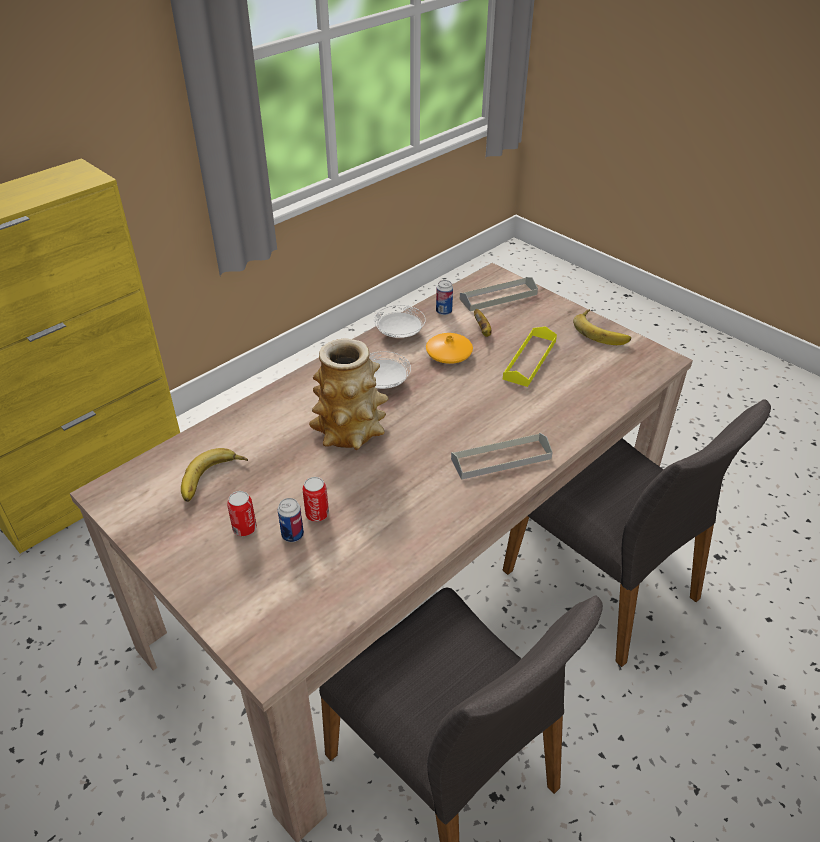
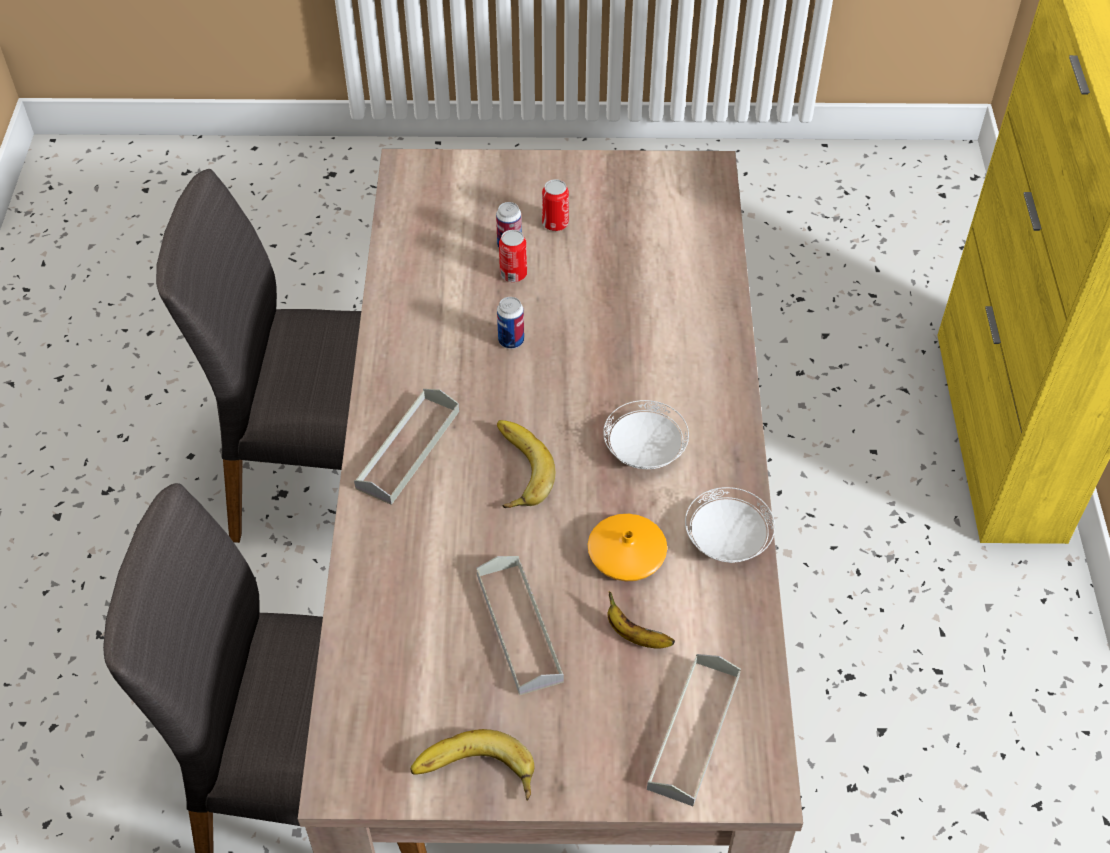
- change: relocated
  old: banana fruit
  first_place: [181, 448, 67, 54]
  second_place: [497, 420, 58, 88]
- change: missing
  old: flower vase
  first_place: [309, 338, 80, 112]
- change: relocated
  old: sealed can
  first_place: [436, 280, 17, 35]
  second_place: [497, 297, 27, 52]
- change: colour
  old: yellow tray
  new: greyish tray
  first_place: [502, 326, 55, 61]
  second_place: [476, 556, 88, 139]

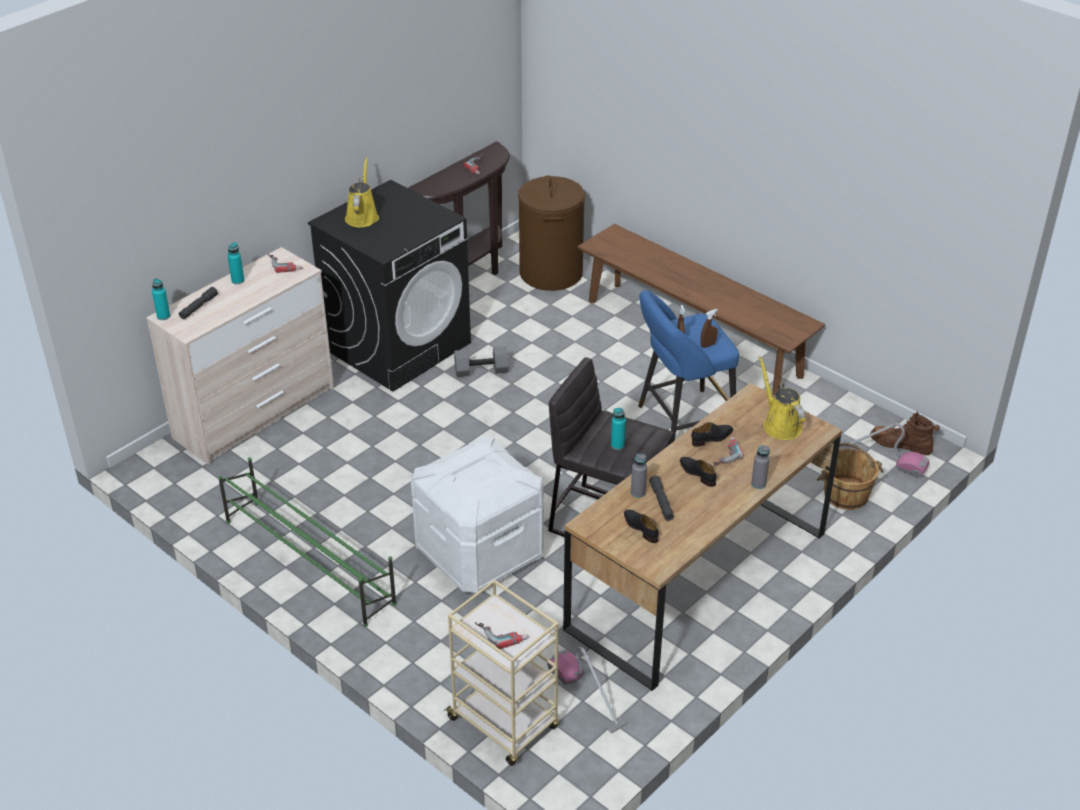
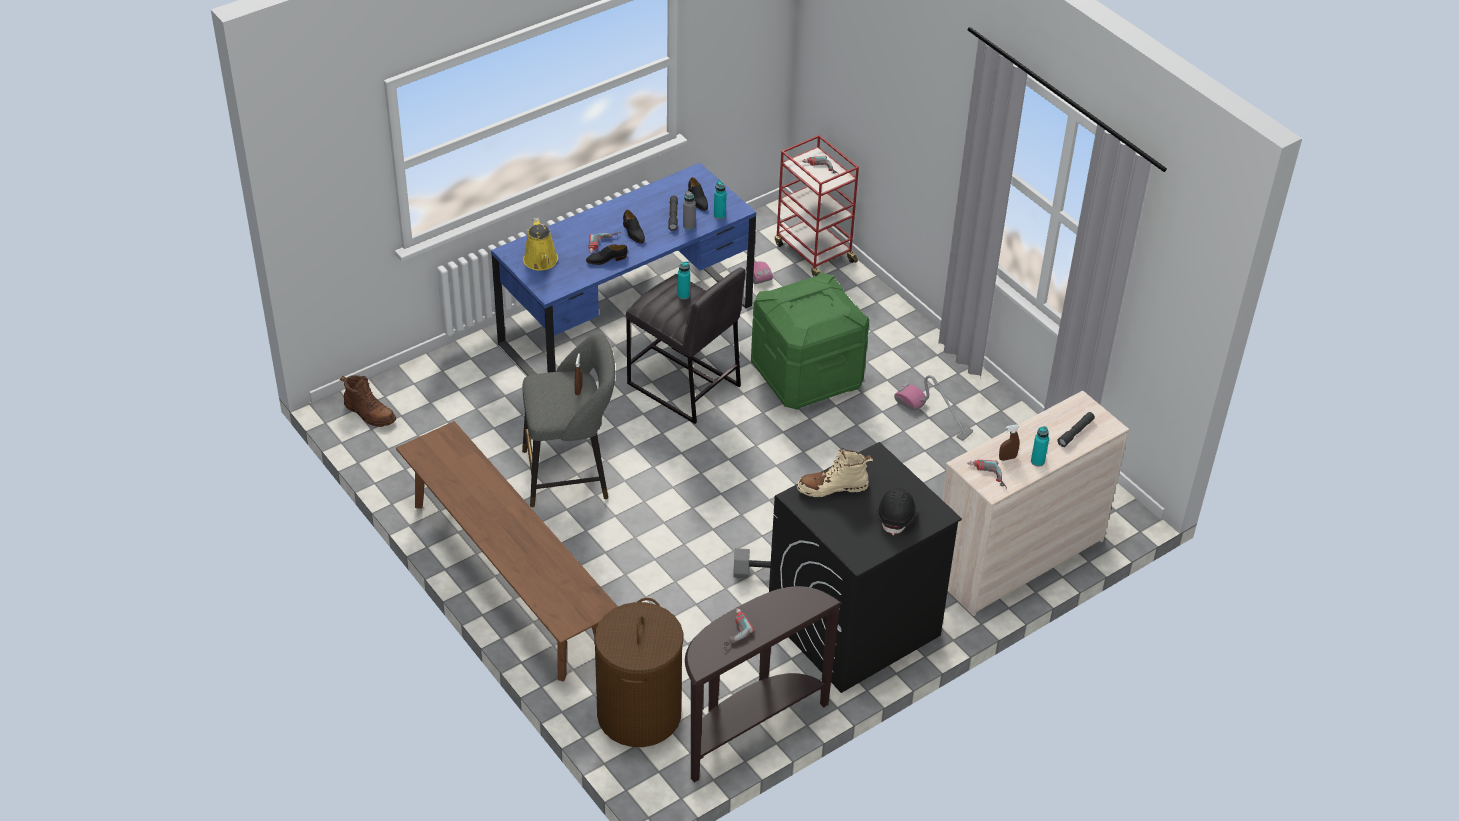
- change: relocated
  old: blue-green bottle
  first_place: [152, 278, 18, 42]
  second_place: [714, 180, 13, 39]
- change: missing
  old: green-coloured shoe shelf
  first_place: [218, 457, 179, 170]
- change: exchanged
  old: yellow sprinkling can
  new: blackish safety helmet
  first_place: [345, 156, 34, 71]
  second_place: [877, 488, 40, 47]
- change: colour
  old: white-coloured storage container
  new: green-coloured storage container
  first_place: [411, 436, 133, 157]
  second_place: [751, 272, 118, 138]
- change: colour
  old: beige trolley
  new: red-coloured trolley
  first_place: [444, 580, 116, 186]
  second_place: [775, 135, 84, 142]
- change: colour
  old: brown desk
  new: blue desk
  first_place: [563, 383, 279, 308]
  second_place: [491, 163, 265, 213]
- change: colour
  old: blue sitting stool
  new: greyish sitting stool
  first_place: [638, 290, 101, 152]
  second_place: [522, 334, 93, 173]
- change: relocated
  old: brown sprayer
  first_place: [701, 309, 17, 39]
  second_place: [999, 425, 21, 36]
- change: missing
  old: greyish bottle
  first_place: [751, 445, 19, 44]
- change: missing
  old: brown bucket
  first_place: [817, 443, 67, 67]
- change: relocated
  old: vacuum
  first_place: [839, 423, 91, 55]
  second_place: [894, 375, 79, 66]
- change: appeared
  new: beige boot
  second_place: [797, 448, 76, 49]

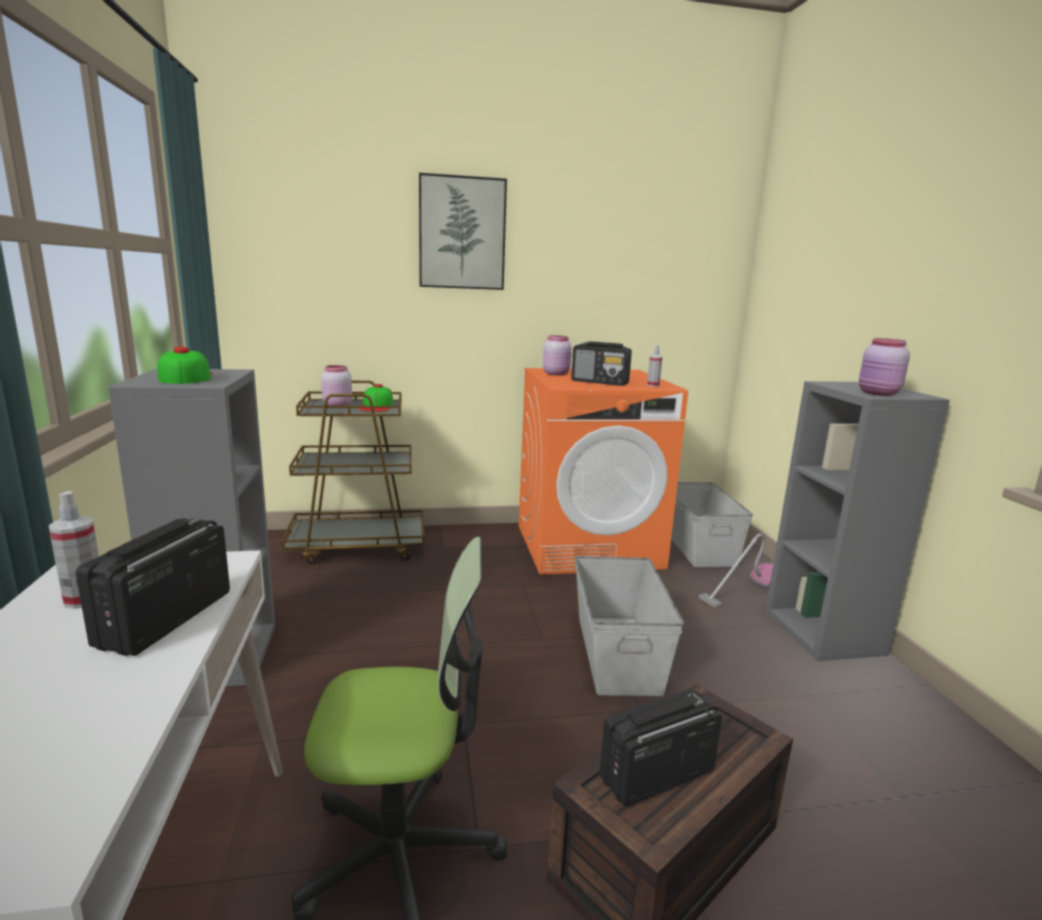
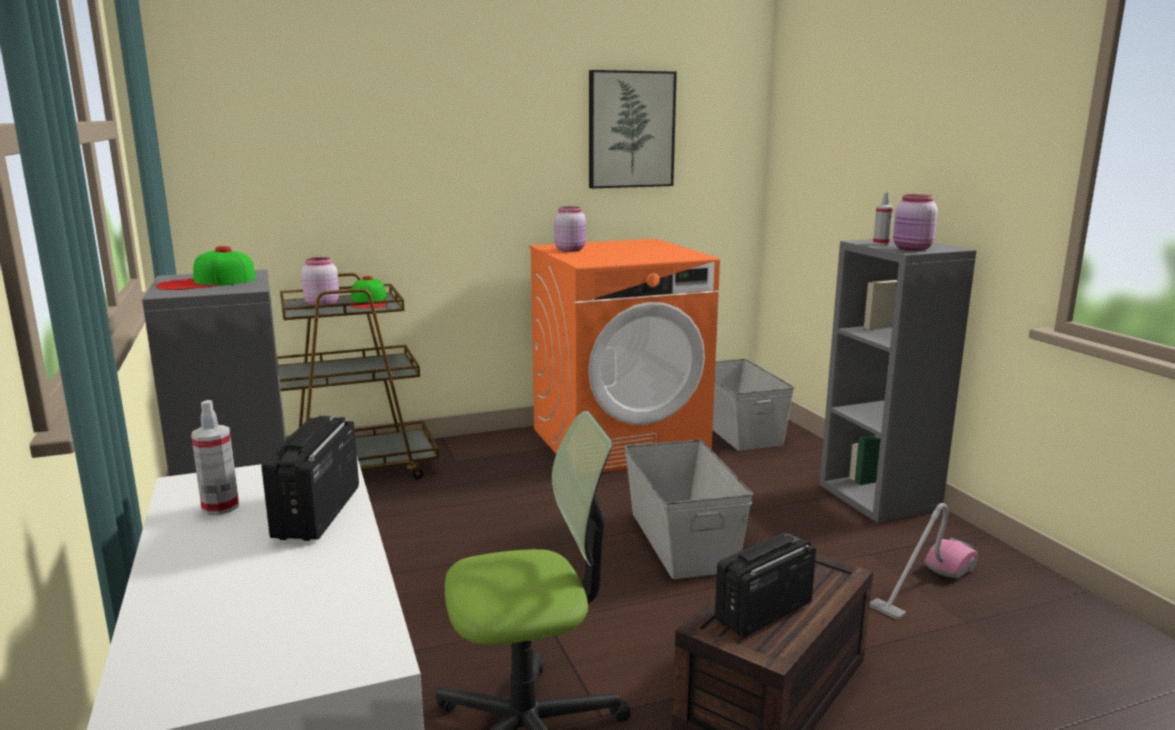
- change: spun
  old: baseball cap
  first_place: [158, 347, 54, 37]
  second_place: [156, 246, 100, 44]
  degrees: -90
- change: relocated
  old: picture
  first_place: [419, 173, 88, 117]
  second_place: [589, 70, 88, 118]
- change: missing
  old: radio set
  first_place: [571, 341, 61, 45]
- change: relocated
  old: sprayer
  first_place: [647, 345, 15, 42]
  second_place: [873, 192, 20, 53]
- change: relocated
  old: vacuum
  first_place: [699, 534, 74, 73]
  second_place: [870, 503, 108, 116]

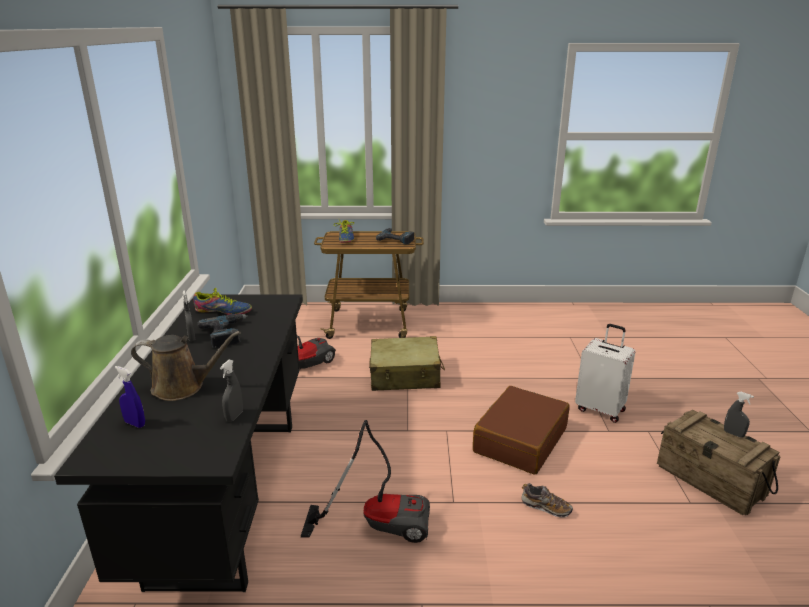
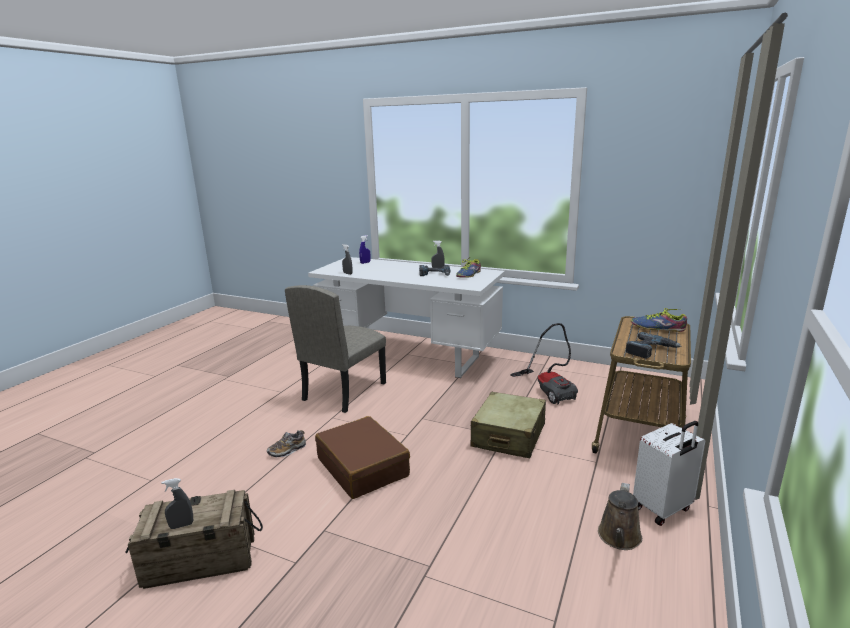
- change: colour
  old: blackish desk
  new: white-coloured desk
  first_place: [54, 294, 249, 298]
  second_place: [308, 257, 197, 121]
- change: relocated
  old: brown sprinkling can
  first_place: [131, 331, 110, 70]
  second_place: [598, 483, 44, 67]
- change: exchanged
  old: vacuum
  new: beige upright chair
  first_place: [301, 420, 129, 123]
  second_place: [285, 285, 101, 128]
- change: relocated
  old: white-coloured suitcase
  first_place: [575, 324, 61, 99]
  second_place: [633, 421, 72, 105]

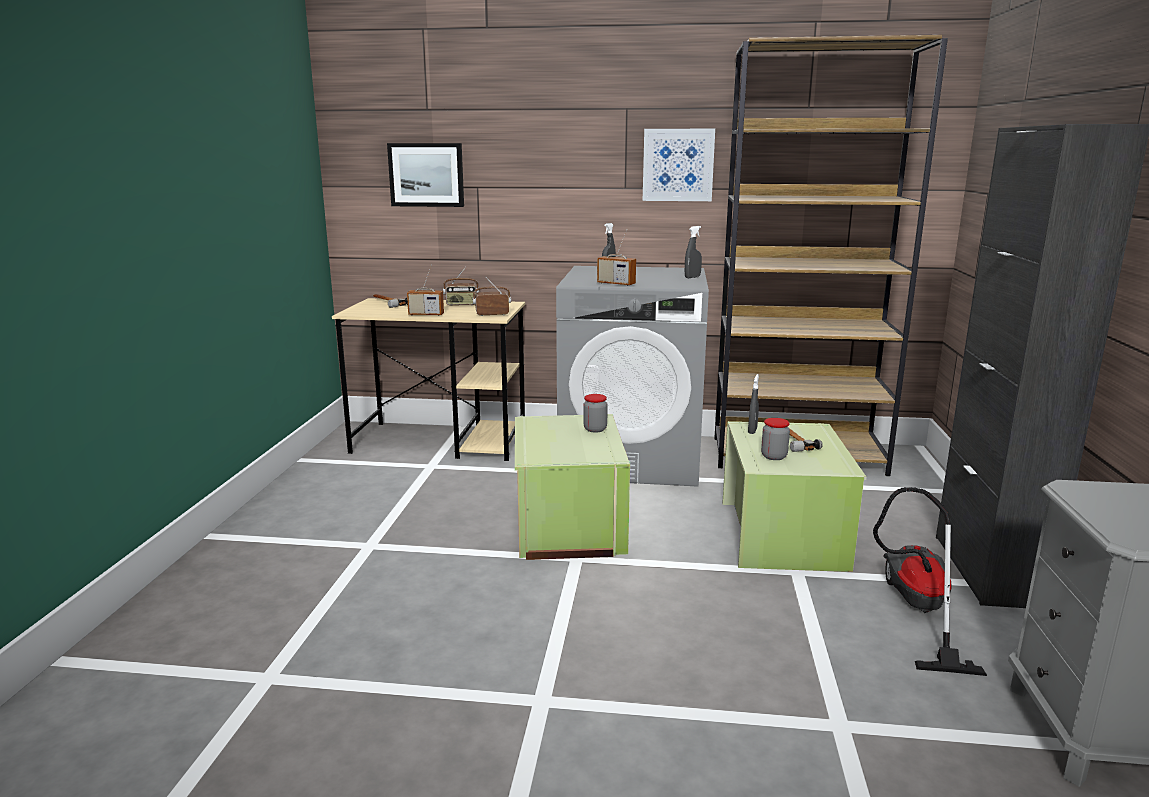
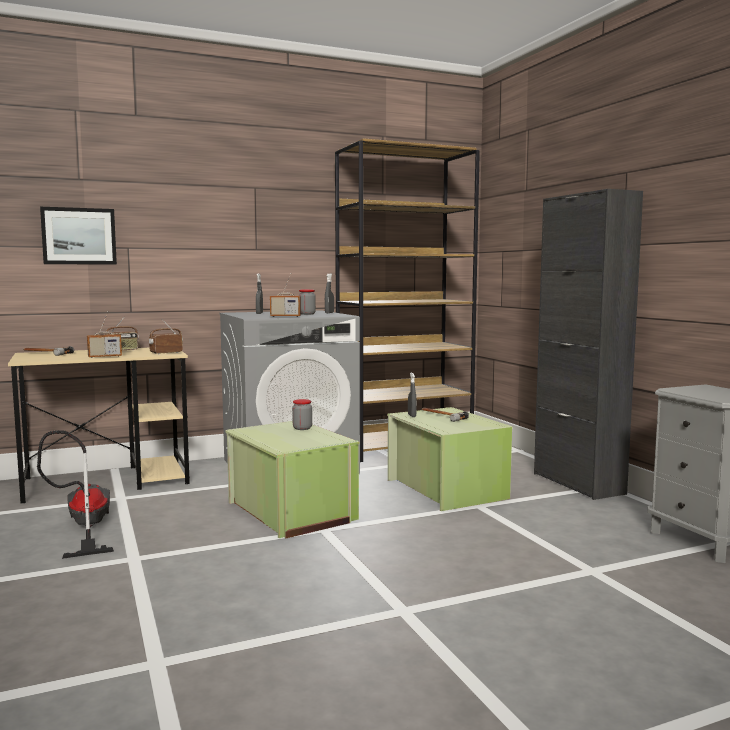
- change: missing
  old: picture
  first_place: [643, 129, 72, 72]
- change: relocated
  old: storage jar
  first_place: [761, 418, 29, 42]
  second_place: [298, 289, 18, 26]
- change: relocated
  old: vacuum
  first_place: [873, 487, 114, 189]
  second_place: [37, 430, 77, 129]

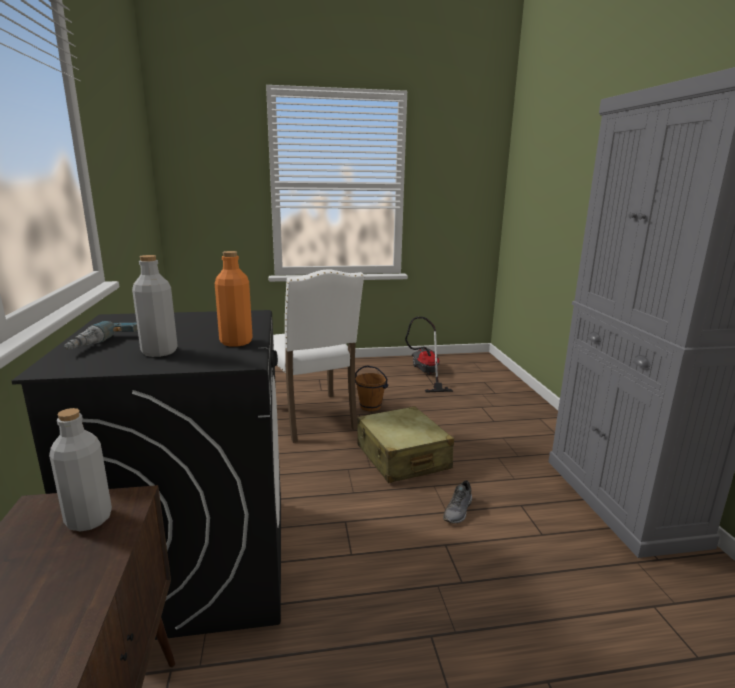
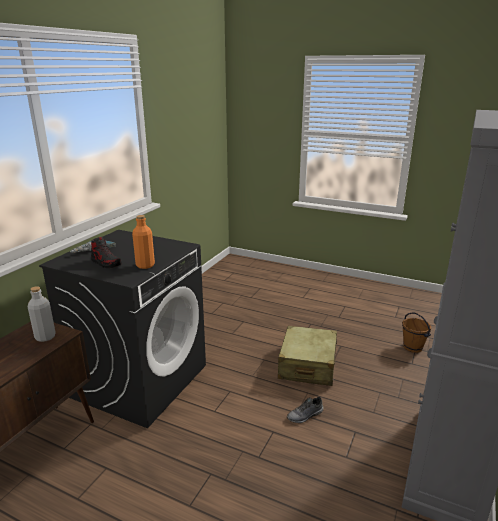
- change: exchanged
  old: greyish bottle
  new: shoe
  first_place: [132, 255, 46, 102]
  second_place: [91, 237, 31, 31]
- change: missing
  old: white-coloured upright chair
  first_place: [273, 270, 91, 173]
- change: relocated
  old: brown bucket
  first_place: [355, 365, 33, 46]
  second_place: [402, 312, 29, 41]
- change: missing
  old: vacuum
  first_place: [405, 317, 48, 76]

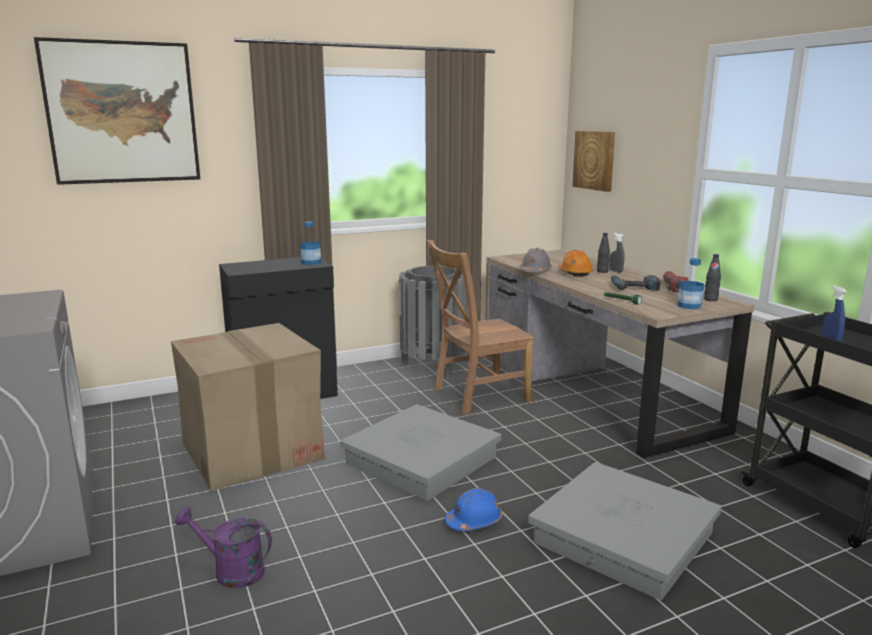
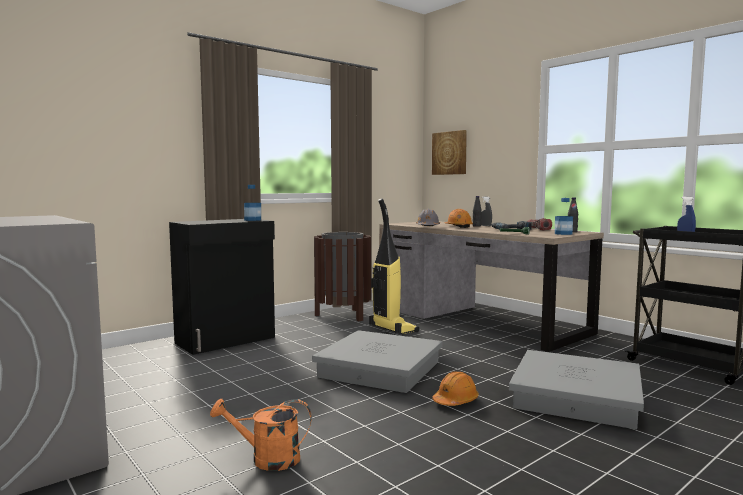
- change: missing
  old: picture
  first_place: [34, 37, 166, 148]
- change: missing
  old: packing box
  first_place: [171, 323, 154, 168]
- change: colour
  old: purple sprinkling can
  new: orange sprinkling can
  first_place: [175, 507, 97, 81]
  second_place: [210, 399, 102, 72]
- change: colour
  old: greyish rubbish bin
  new: brown rubbish bin
  first_place: [399, 266, 69, 113]
  second_place: [314, 232, 57, 89]
- change: exchanged
  old: brown upright chair
  new: vacuum
  first_place: [427, 240, 108, 175]
  second_place: [369, 198, 50, 136]
- change: colour
  old: blue safety helmet
  new: orange safety helmet
  first_place: [445, 488, 58, 43]
  second_place: [432, 372, 47, 34]

